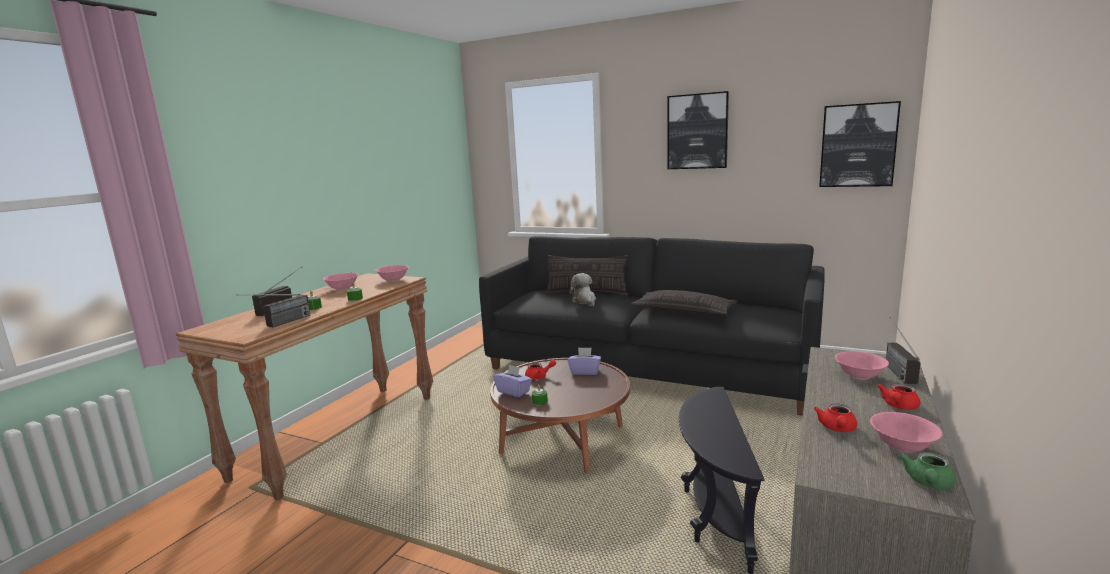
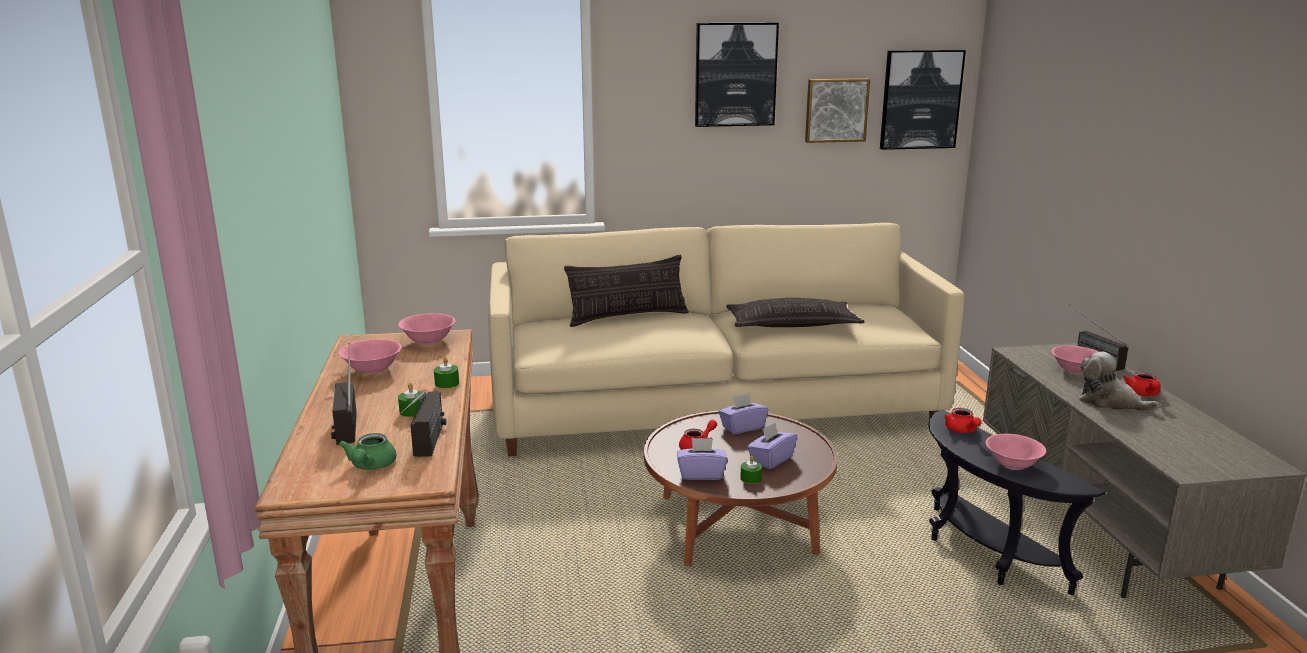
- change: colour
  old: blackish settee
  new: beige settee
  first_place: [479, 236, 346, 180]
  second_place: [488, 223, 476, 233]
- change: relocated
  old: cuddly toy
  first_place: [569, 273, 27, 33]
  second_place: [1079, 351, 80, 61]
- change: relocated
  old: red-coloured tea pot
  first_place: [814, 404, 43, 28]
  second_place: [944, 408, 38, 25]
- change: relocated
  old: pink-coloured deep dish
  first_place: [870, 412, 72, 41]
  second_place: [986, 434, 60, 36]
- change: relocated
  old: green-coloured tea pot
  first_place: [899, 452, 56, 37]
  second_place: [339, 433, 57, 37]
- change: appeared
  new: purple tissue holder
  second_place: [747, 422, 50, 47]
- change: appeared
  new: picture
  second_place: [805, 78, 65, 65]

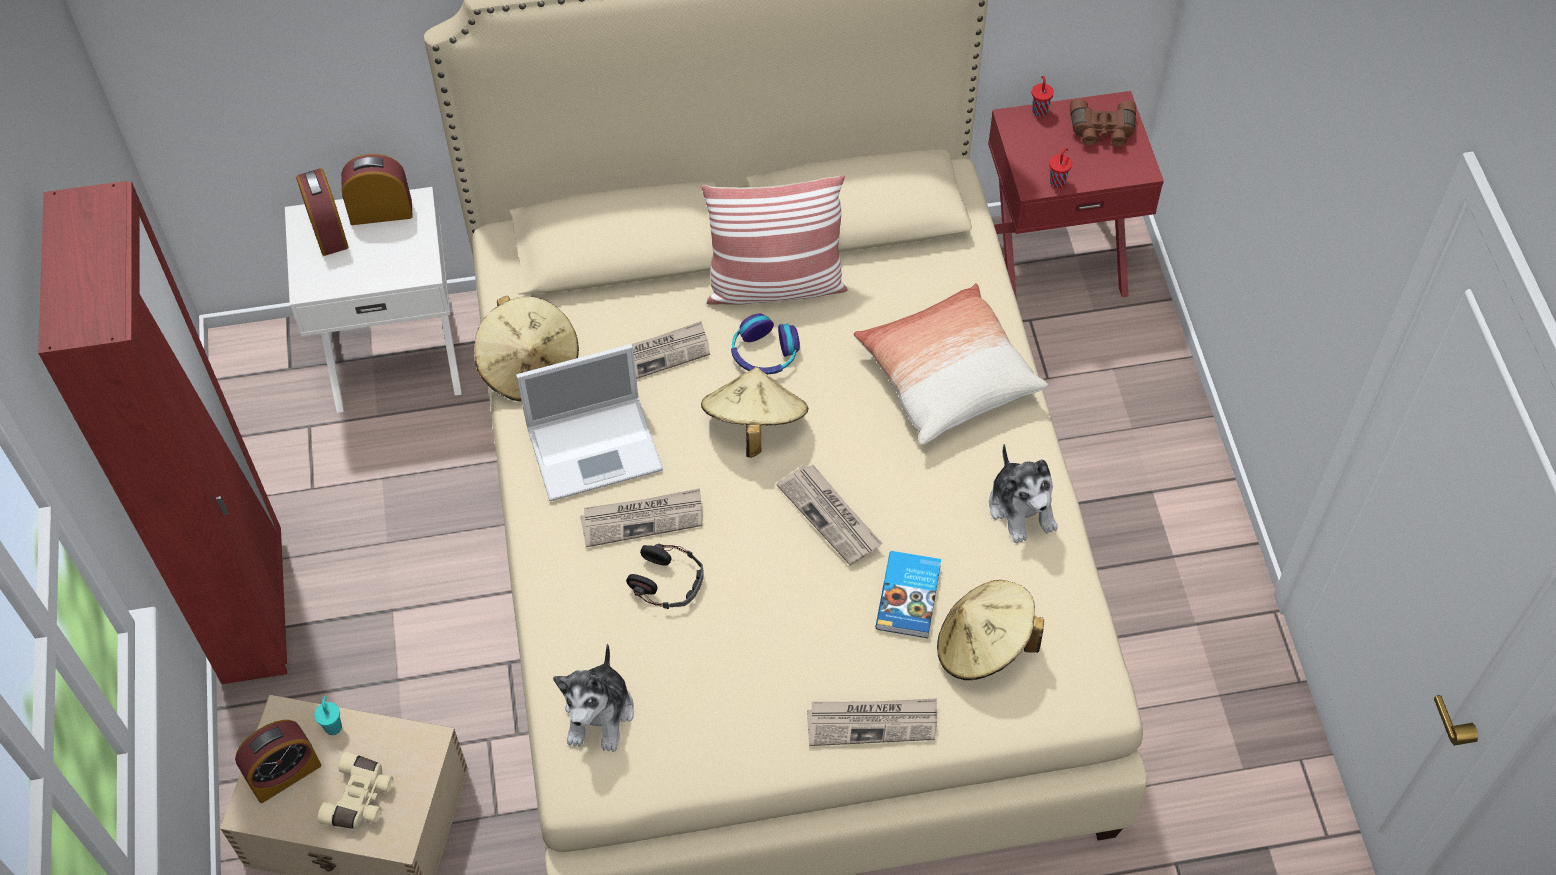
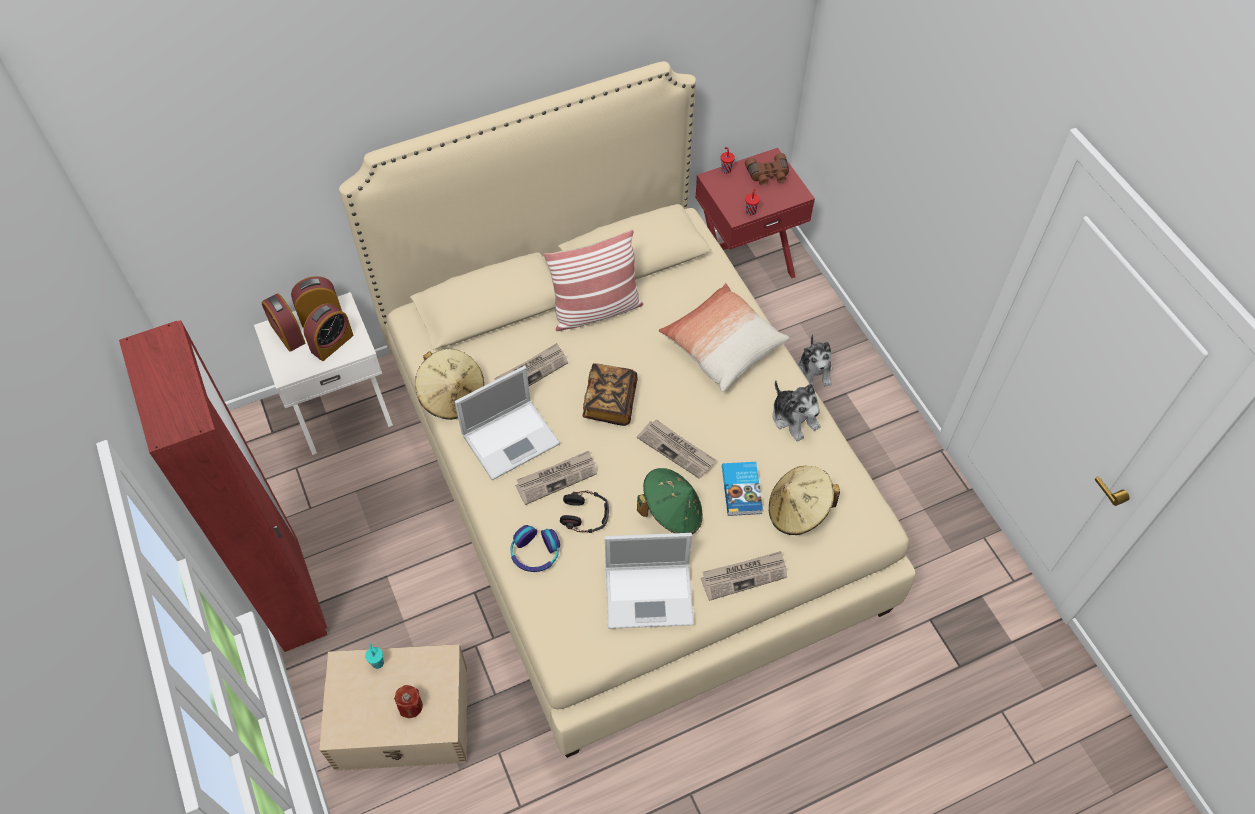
- change: relocated
  old: bedside clock
  first_place: [235, 720, 86, 83]
  second_place: [303, 303, 50, 58]
- change: exchanged
  old: beige field glasses
  new: red-coloured candle
  first_place: [318, 752, 75, 77]
  second_place: [394, 685, 29, 33]
- change: relocated
  old: cuddly toy
  first_place: [553, 644, 81, 108]
  second_place: [798, 334, 35, 52]
- change: exchanged
  old: beige hat
  new: bound book
  first_place: [701, 367, 108, 91]
  second_place: [582, 363, 56, 63]
- change: relocated
  old: headset
  first_place: [731, 314, 69, 60]
  second_place: [510, 525, 50, 47]
- change: appeared
  new: notebook computer
  second_place: [605, 533, 89, 96]
- change: appeared
  new: green-coloured hat
  second_place: [637, 468, 66, 66]

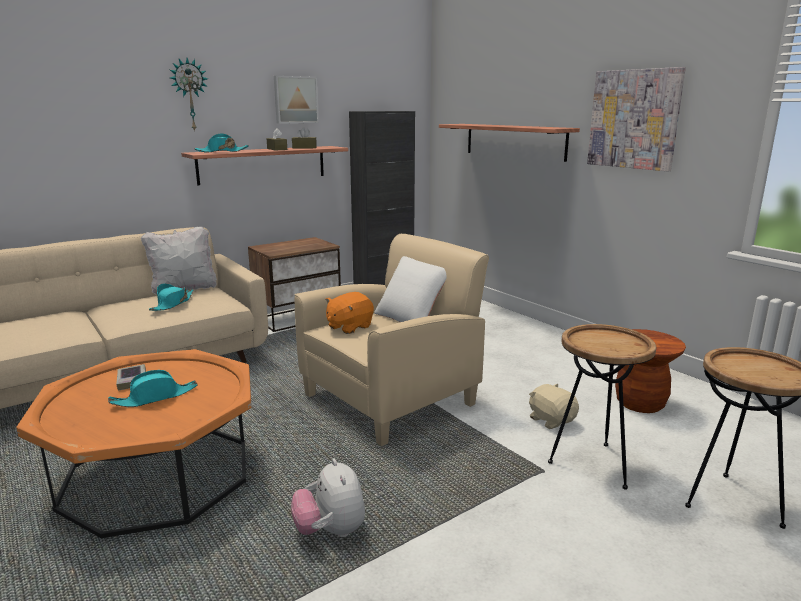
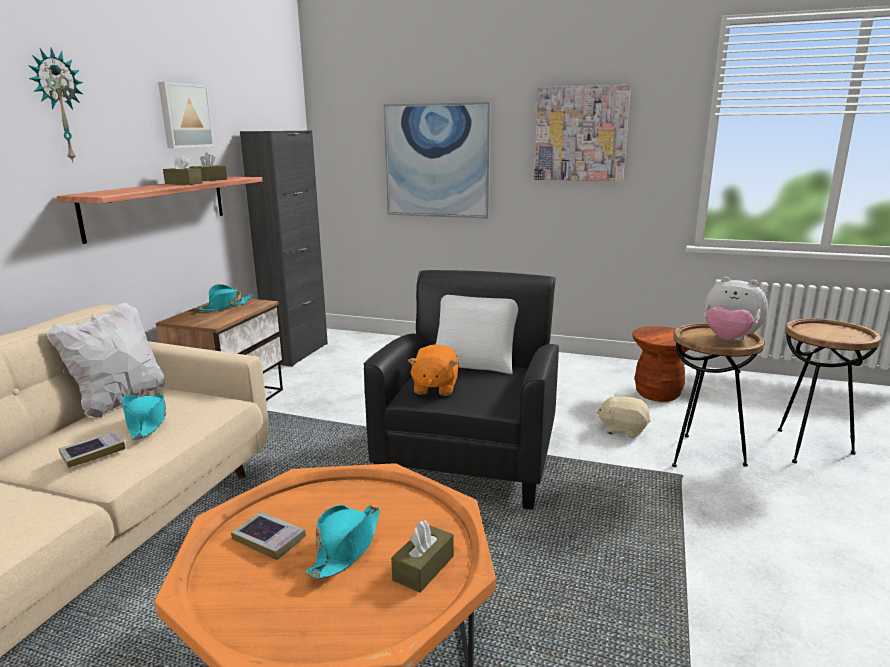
- change: relocated
  old: blue-green hat
  first_place: [195, 133, 54, 19]
  second_place: [195, 284, 59, 27]
- change: relocated
  old: cuddly toy
  first_place: [291, 459, 74, 78]
  second_place: [704, 277, 64, 64]
- change: colour
  old: beige easy chair
  new: blackish easy chair
  first_place: [294, 234, 195, 212]
  second_place: [363, 270, 196, 240]
- change: exchanged
  old: shelf
  new: picture
  first_place: [439, 124, 141, 38]
  second_place: [384, 102, 107, 116]
- change: appeared
  new: bound book
  second_place: [59, 432, 66, 36]
- change: appeared
  new: brown tissue holder
  second_place: [391, 520, 63, 73]

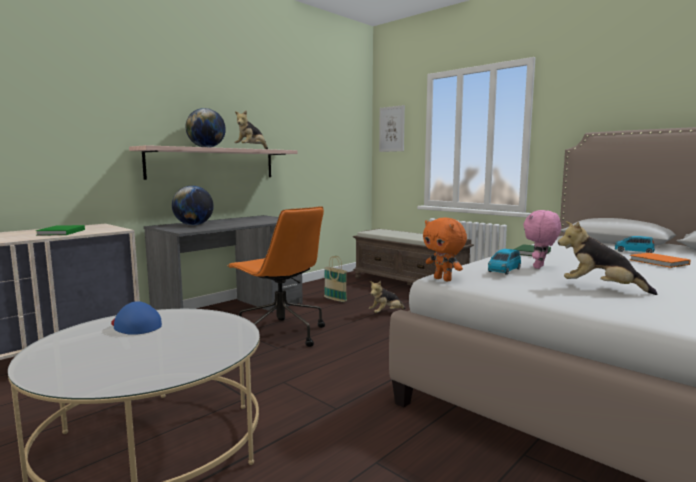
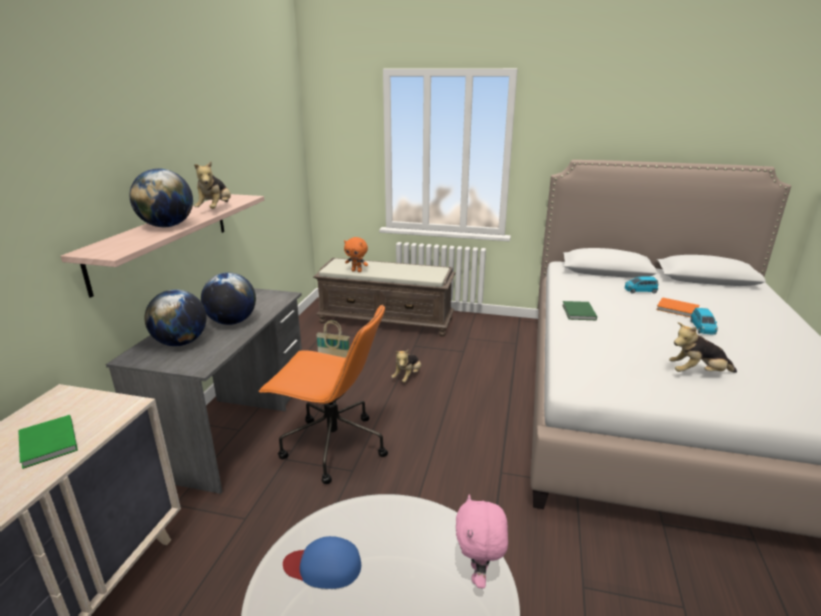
- change: missing
  old: picture
  first_place: [379, 105, 26, 47]
- change: relocated
  old: orange cuddly toy
  first_place: [423, 218, 44, 63]
  second_place: [344, 237, 24, 35]
- change: relocated
  old: blue miniature car
  first_place: [488, 249, 33, 26]
  second_place: [690, 308, 28, 27]
- change: relocated
  old: pink-coloured cuddly toy
  first_place: [523, 210, 38, 59]
  second_place: [456, 494, 52, 94]
- change: appeared
  new: world globe
  second_place: [201, 272, 55, 53]

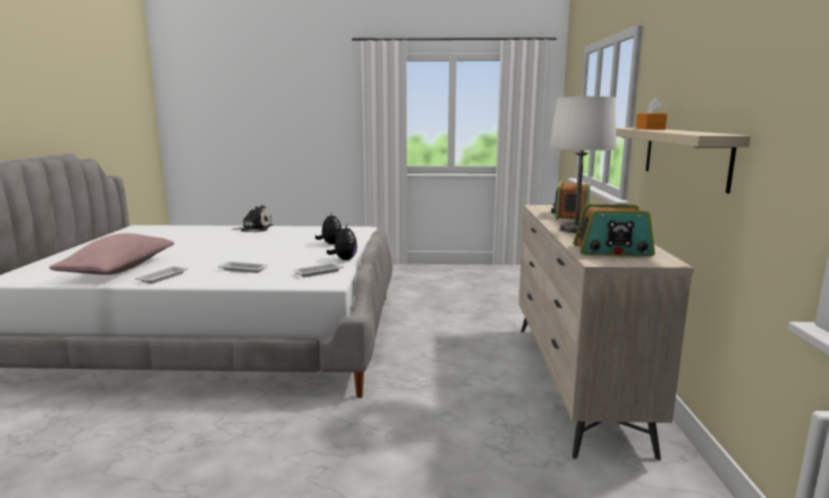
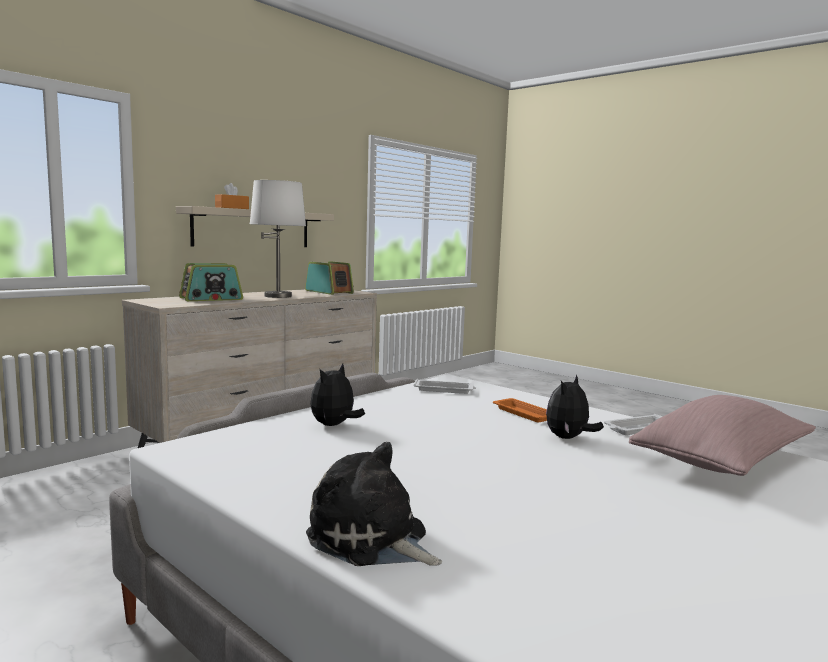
- change: colour
  old: white-coloured tray
  new: orange tray
  first_place: [218, 261, 50, 12]
  second_place: [493, 398, 54, 25]
- change: relocated
  old: cuddly toy
  first_place: [326, 225, 32, 35]
  second_place: [546, 375, 58, 64]

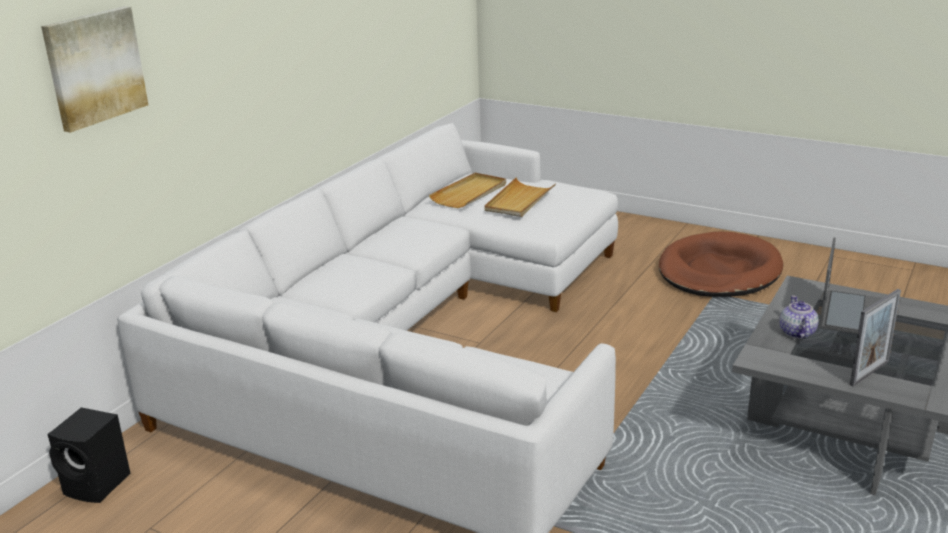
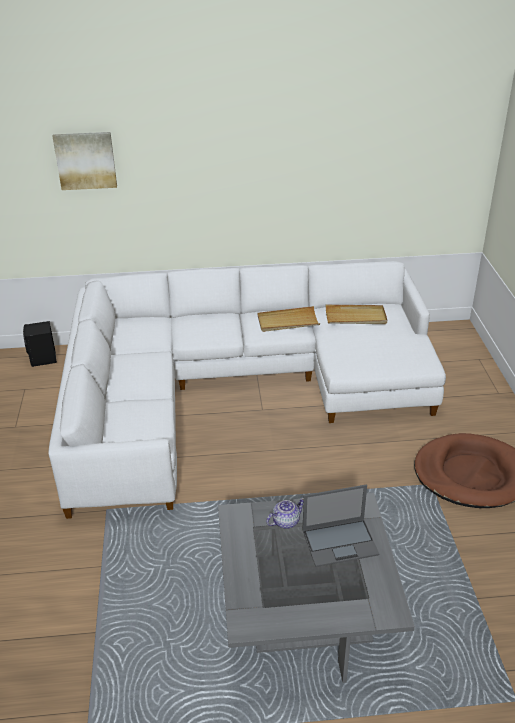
- change: relocated
  old: beige tray
  first_place: [485, 177, 71, 40]
  second_place: [258, 306, 62, 26]
- change: missing
  old: picture frame
  first_place: [850, 289, 51, 97]

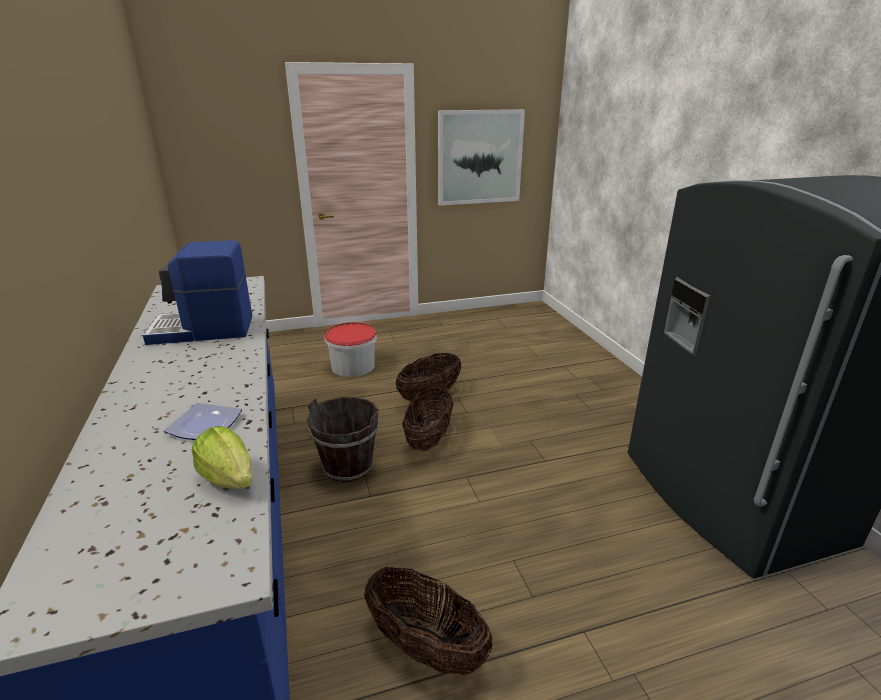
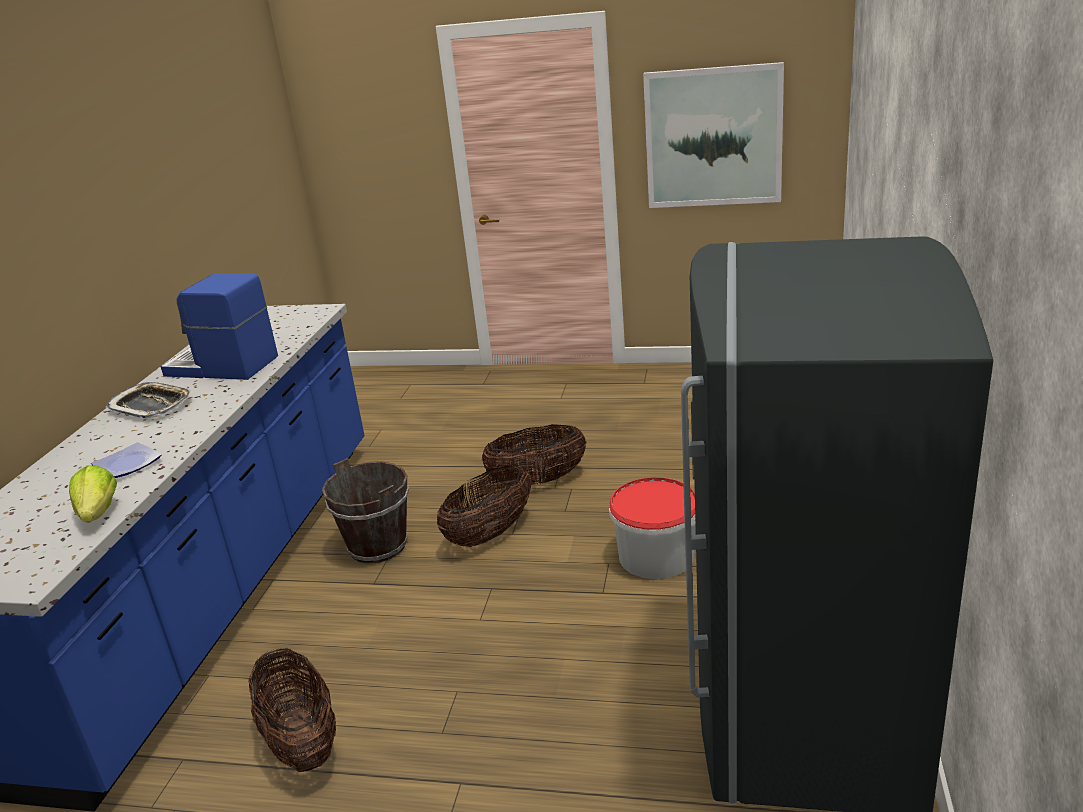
- change: relocated
  old: bucket
  first_place: [325, 322, 52, 55]
  second_place: [609, 477, 87, 102]
- change: appeared
  new: tray
  second_place: [105, 382, 87, 37]

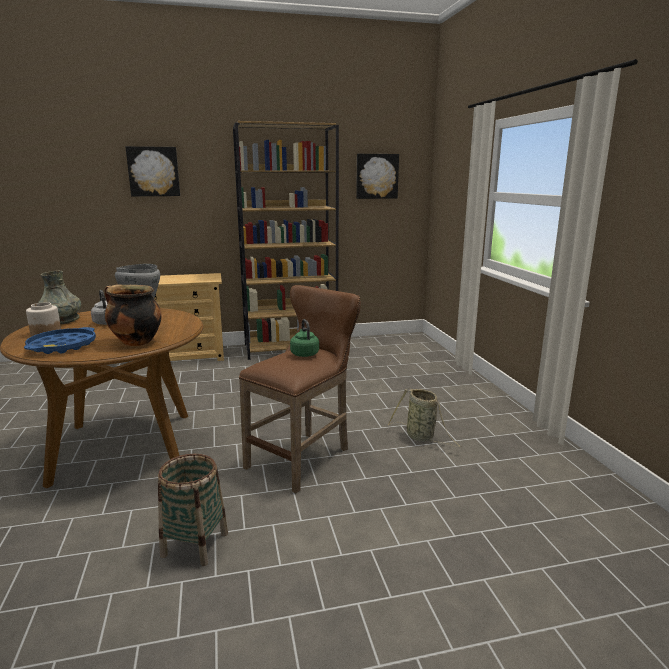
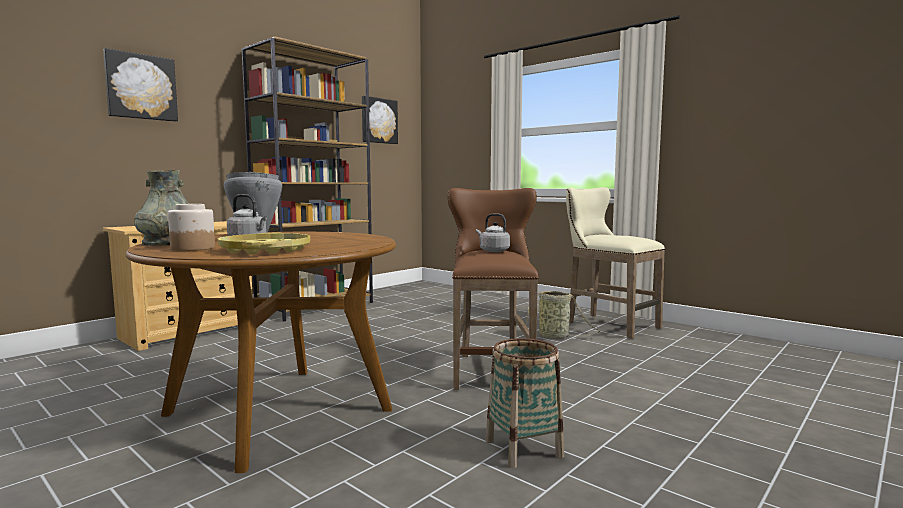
- change: colour
  old: blue tray
  new: yellow tray
  first_place: [24, 327, 72, 27]
  second_place: [217, 233, 93, 22]
- change: missing
  old: stockpot
  first_place: [105, 284, 57, 62]
- change: colour
  old: green-coloured kettle
  new: greyish kettle
  first_place: [290, 319, 29, 38]
  second_place: [476, 213, 34, 39]
- change: appeared
  new: beige sitting stool
  second_place: [566, 187, 99, 152]

